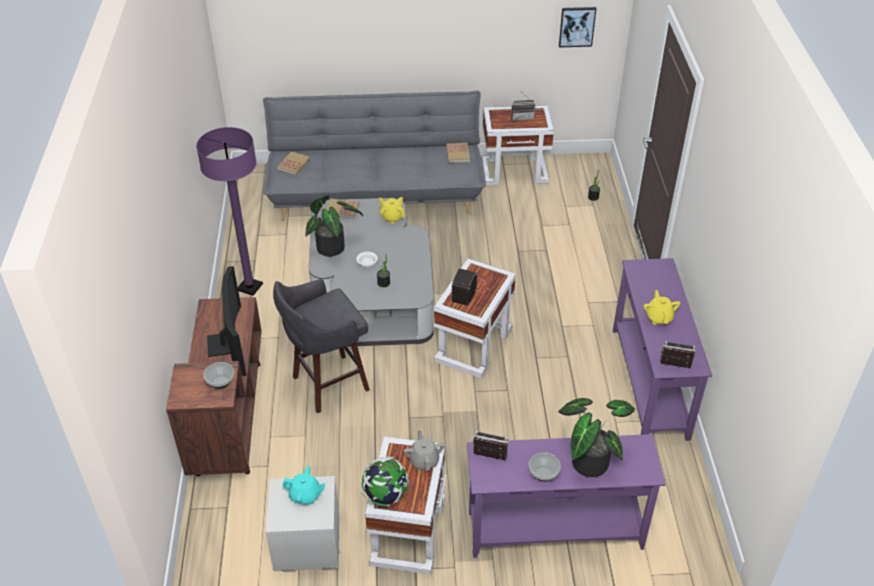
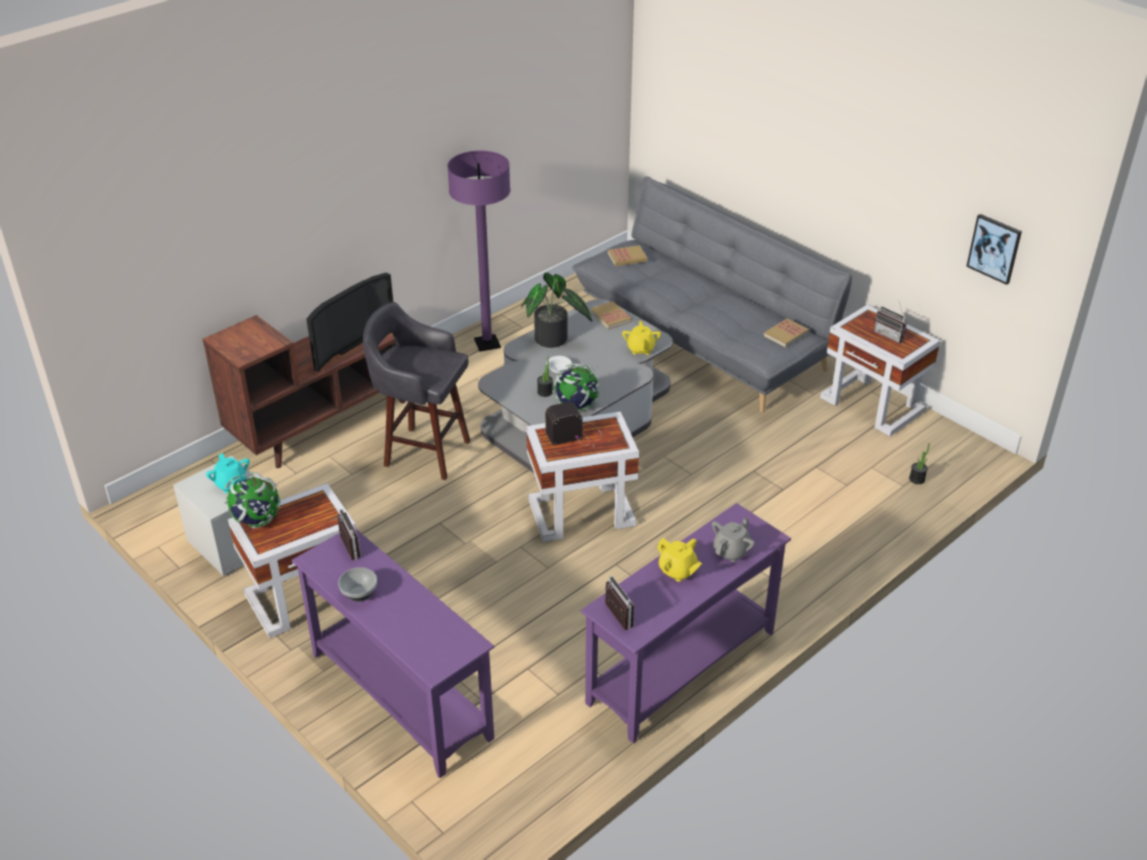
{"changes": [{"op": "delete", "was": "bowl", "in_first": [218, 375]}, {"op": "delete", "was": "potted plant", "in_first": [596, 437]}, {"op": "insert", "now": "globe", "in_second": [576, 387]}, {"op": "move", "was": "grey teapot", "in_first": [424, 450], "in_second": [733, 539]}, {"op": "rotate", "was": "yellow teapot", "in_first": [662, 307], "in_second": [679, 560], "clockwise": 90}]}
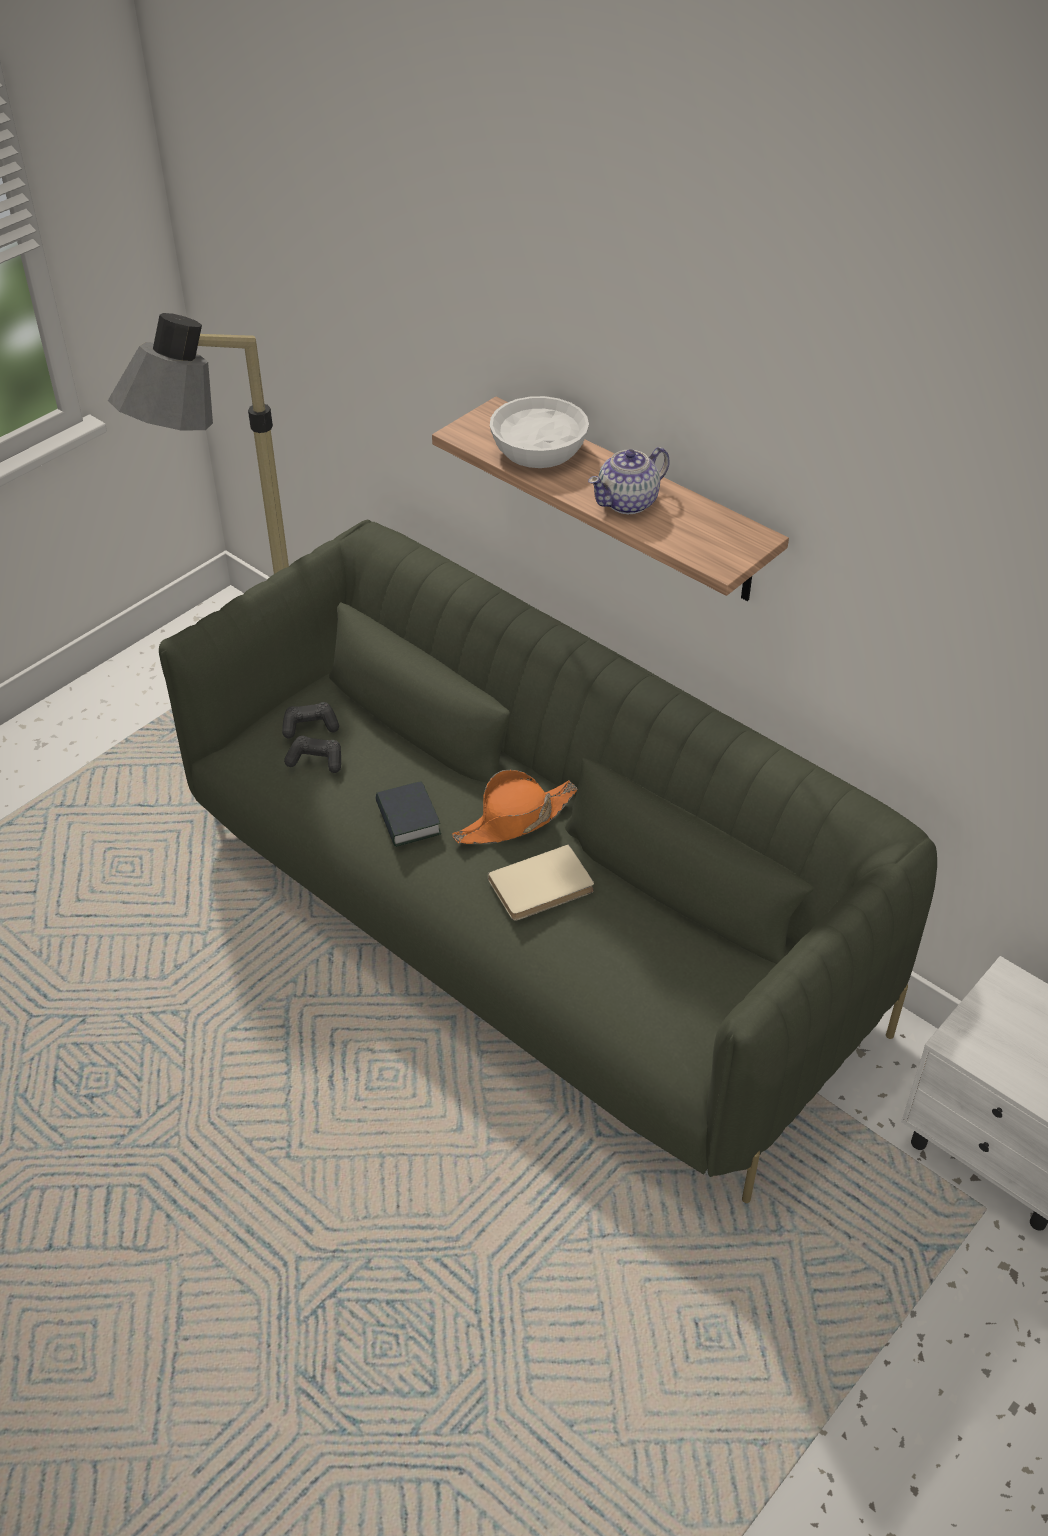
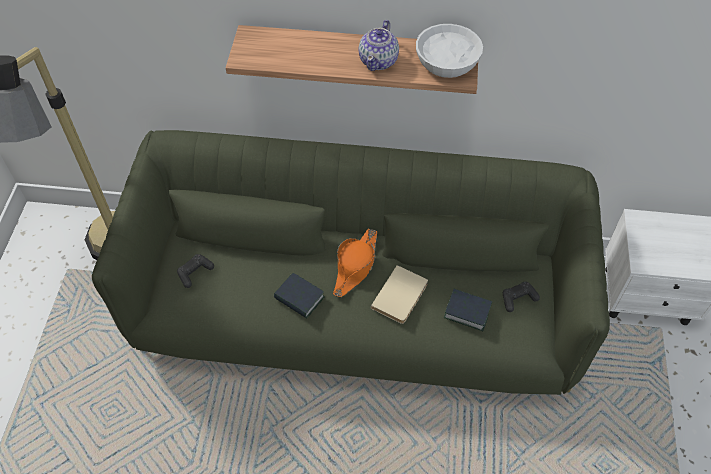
{"changes": [{"op": "insert", "now": "book", "in_second": [468, 310]}, {"op": "move", "was": "black game controller", "in_first": [312, 754], "in_second": [521, 296]}, {"op": "move", "was": "white bowl", "in_first": [539, 432], "in_second": [449, 51]}]}
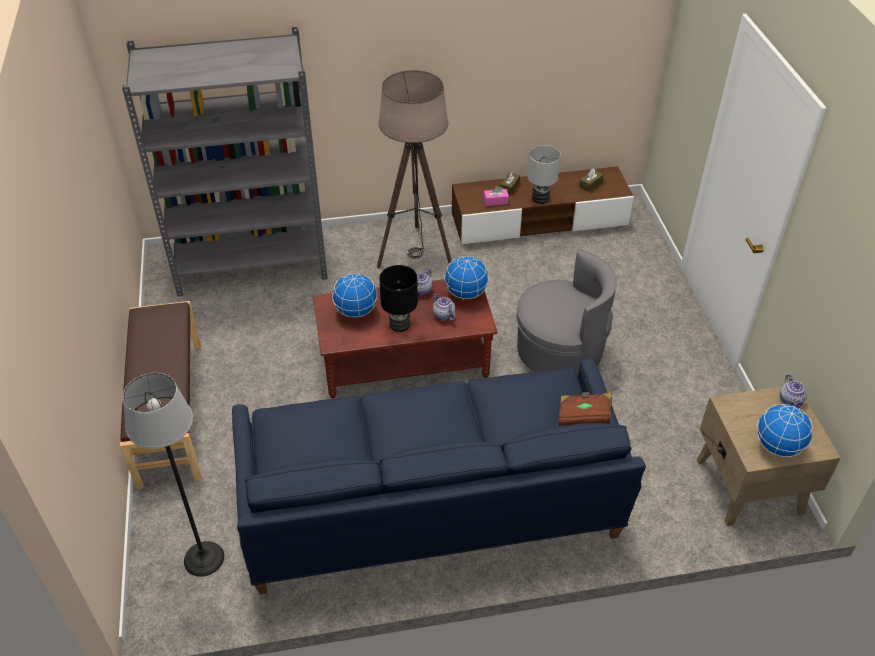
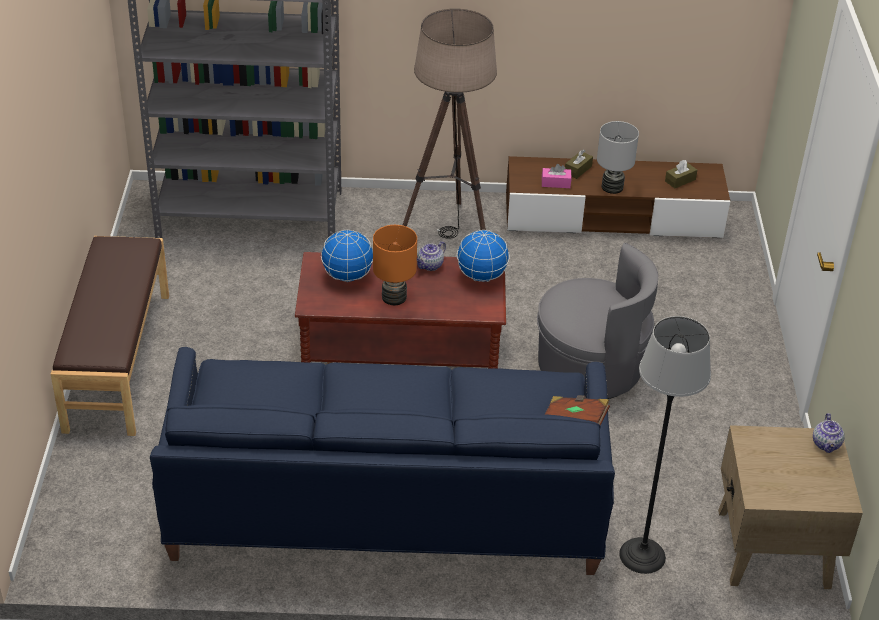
{"changes": [{"op": "delete", "was": "teapot", "in_first": [444, 307]}, {"op": "delete", "was": "globe", "in_first": [784, 430]}, {"op": "move", "was": "floor lamp", "in_first": [173, 475], "in_second": [665, 445]}, {"op": "recolor", "was": "black table lamp", "now": "orange table lamp", "in_first": [398, 298], "in_second": [395, 265]}]}
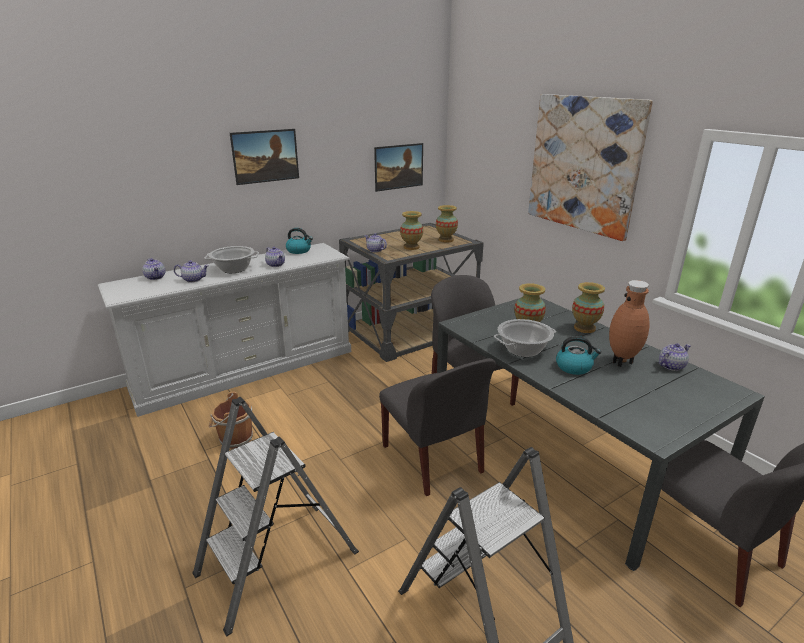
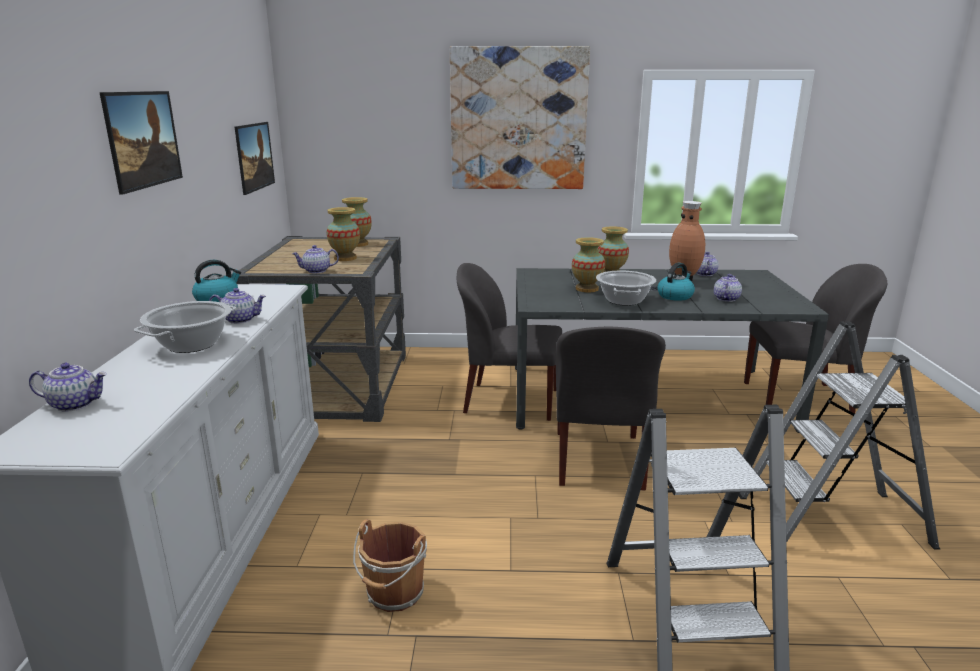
{"changes": [{"op": "move", "was": "teapot", "in_first": [191, 272], "in_second": [728, 288]}, {"op": "rotate", "was": "grey chair", "in_first": [437, 427], "in_second": [611, 408], "clockwise": 90}]}
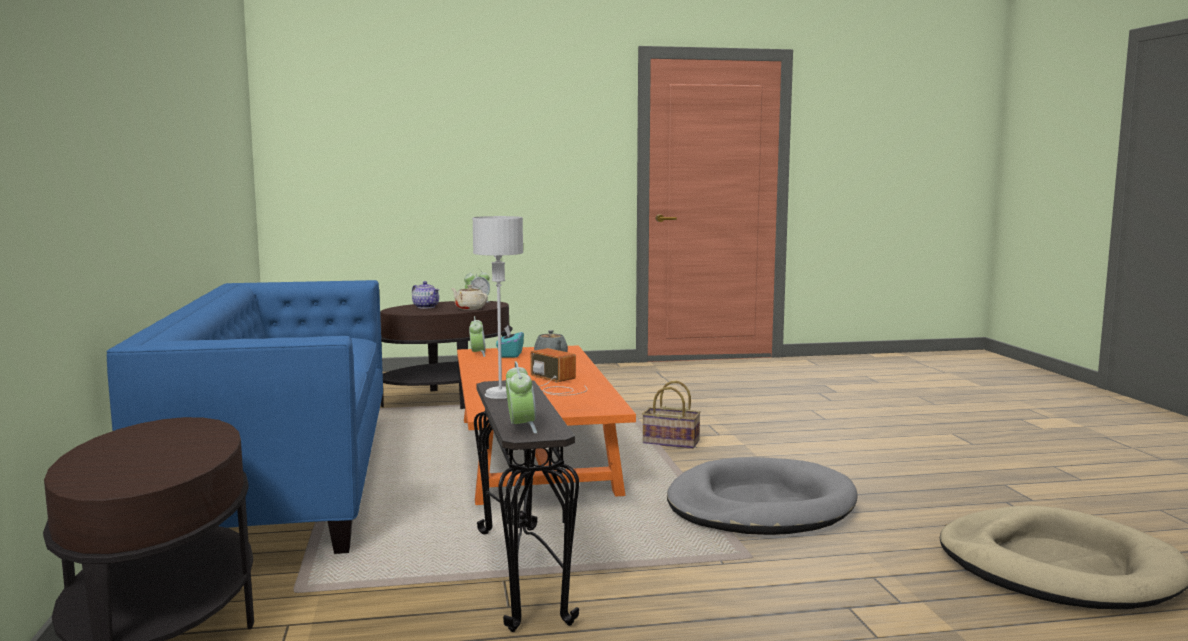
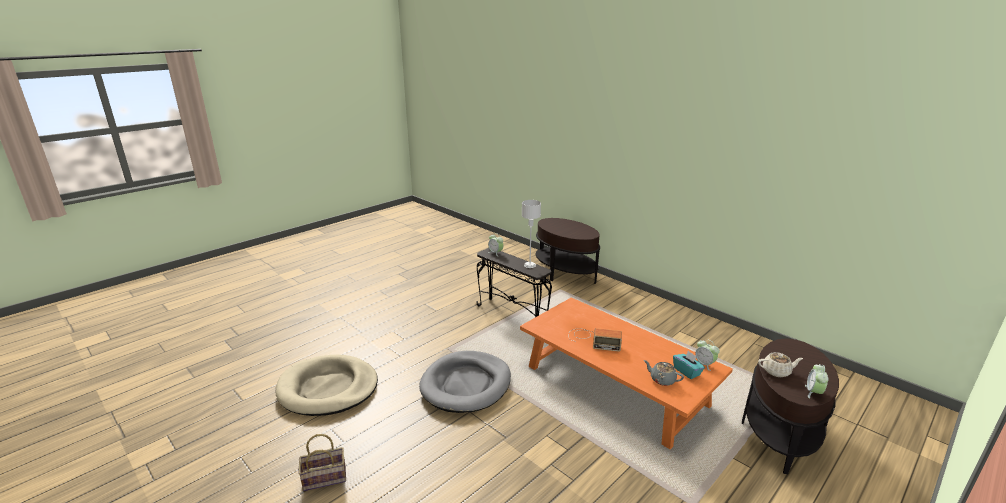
{"changes": [{"op": "delete", "was": "blue sofa", "in_first": [244, 417]}, {"op": "delete", "was": "teapot", "in_first": [425, 295]}, {"op": "move", "was": "basket", "in_first": [671, 415], "in_second": [322, 462]}]}
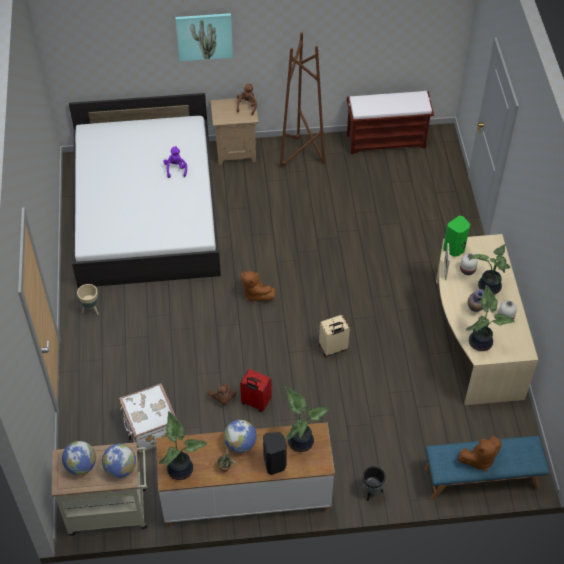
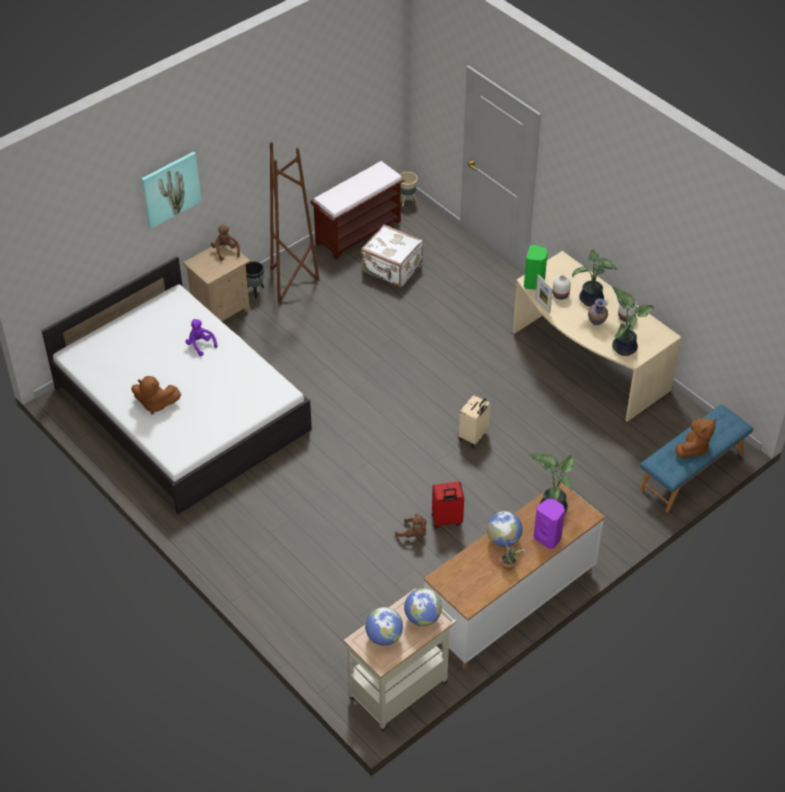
{"changes": [{"op": "delete", "was": "potted plant", "in_first": [183, 445]}, {"op": "move", "was": "beige planter", "in_first": [88, 299], "in_second": [409, 189]}, {"op": "move", "was": "white suitcase", "in_first": [148, 418], "in_second": [392, 255]}, {"op": "move", "was": "brown plush toy", "in_first": [258, 286], "in_second": [156, 395]}, {"op": "move", "was": "black planter", "in_first": [374, 483], "in_second": [255, 279]}, {"op": "recolor", "was": "black speaker", "now": "purple speaker", "in_first": [275, 453], "in_second": [549, 524]}]}
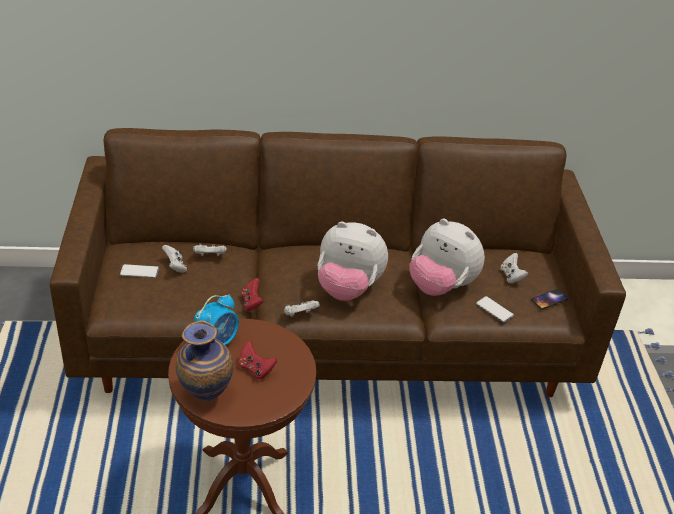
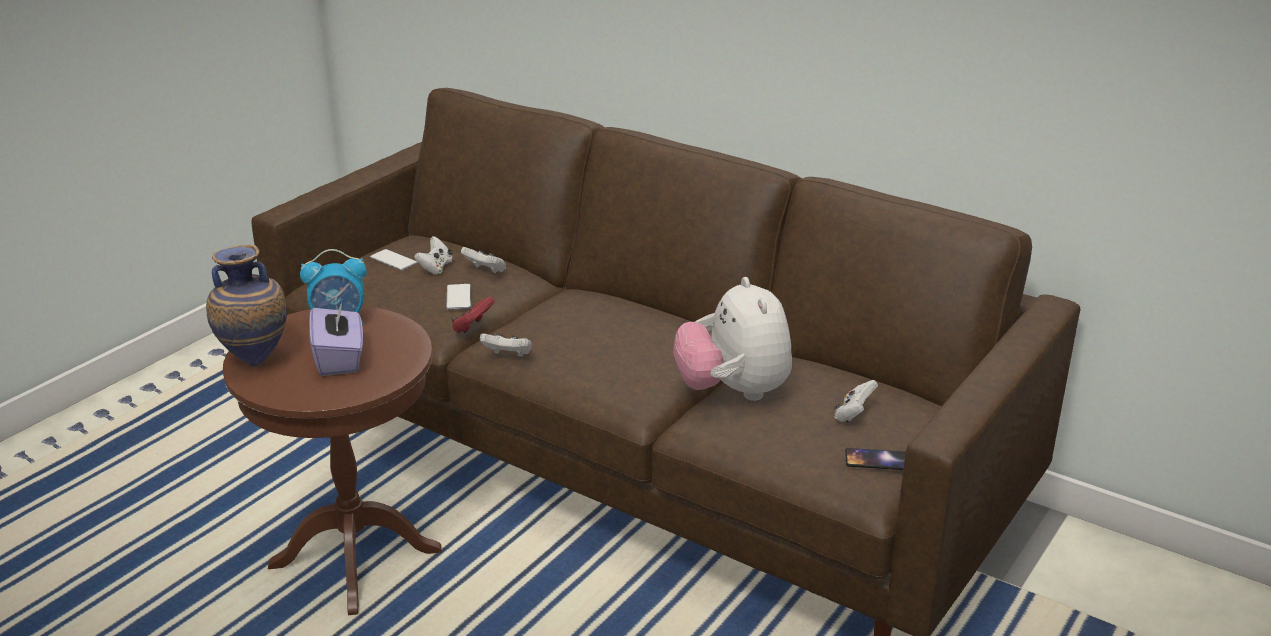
{"changes": [{"op": "delete", "was": "plush toy", "in_first": [353, 261]}, {"op": "move", "was": "phone", "in_first": [495, 309], "in_second": [459, 297]}, {"op": "replace", "was": "red game controller", "now": "purple tissue box", "in_first": [257, 360], "in_second": [336, 337]}]}
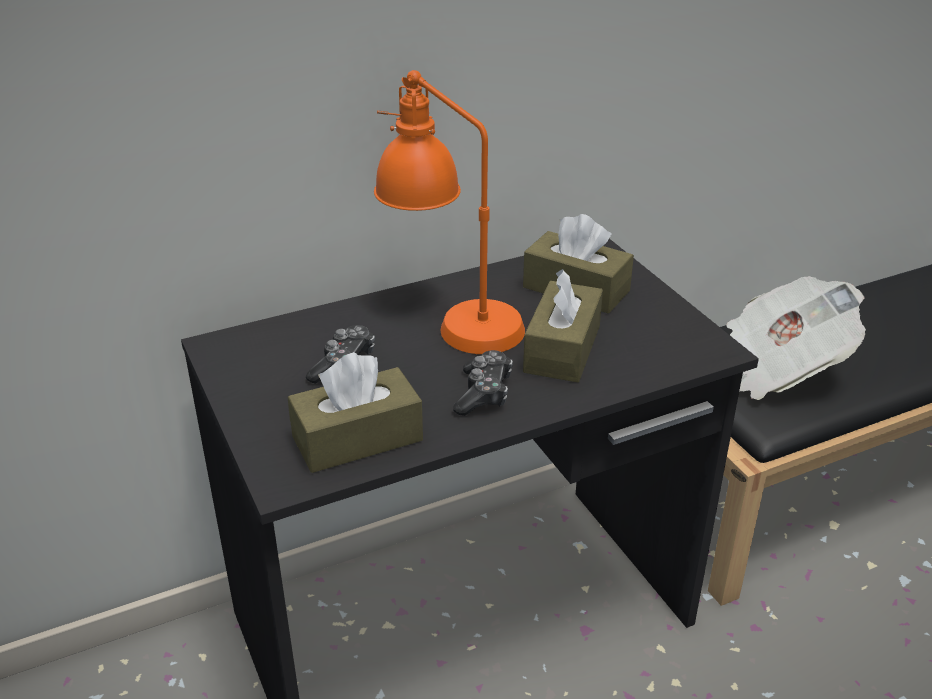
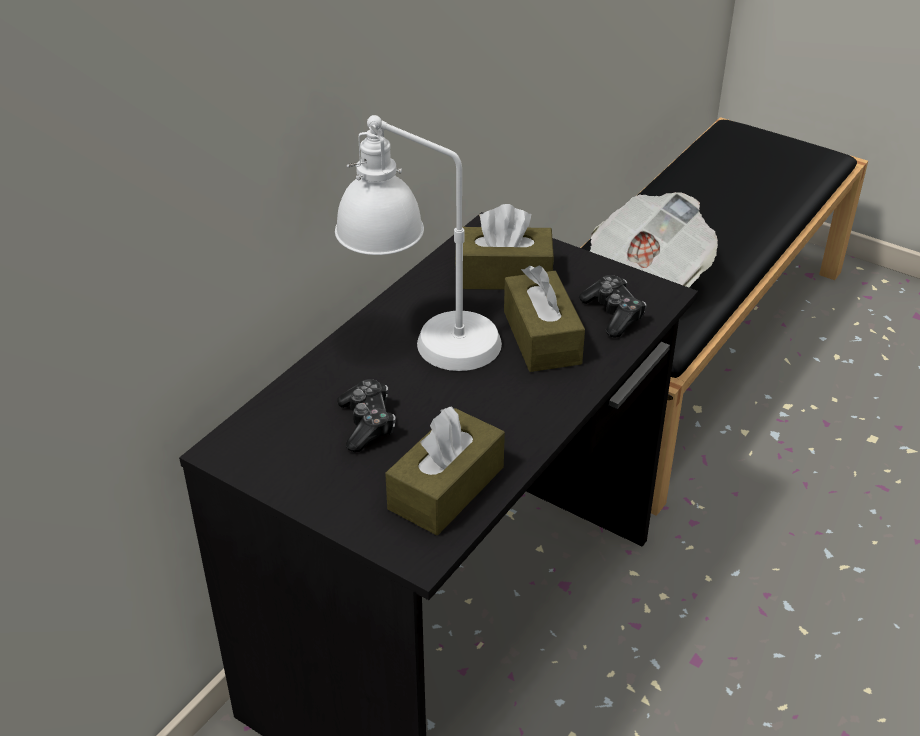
{"changes": [{"op": "move", "was": "game controller", "in_first": [483, 383], "in_second": [613, 306]}, {"op": "recolor", "was": "orange table lamp", "now": "white table lamp", "in_first": [449, 212], "in_second": [418, 243]}]}
